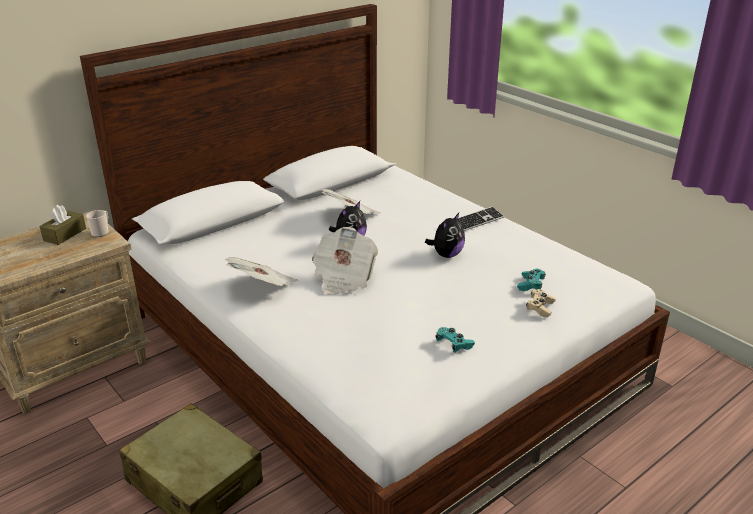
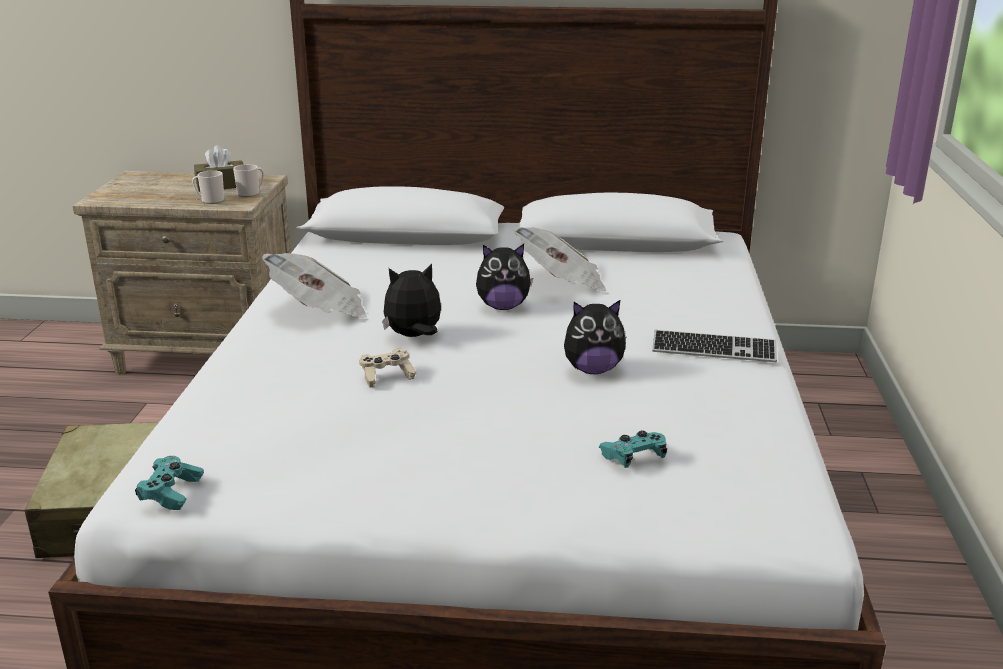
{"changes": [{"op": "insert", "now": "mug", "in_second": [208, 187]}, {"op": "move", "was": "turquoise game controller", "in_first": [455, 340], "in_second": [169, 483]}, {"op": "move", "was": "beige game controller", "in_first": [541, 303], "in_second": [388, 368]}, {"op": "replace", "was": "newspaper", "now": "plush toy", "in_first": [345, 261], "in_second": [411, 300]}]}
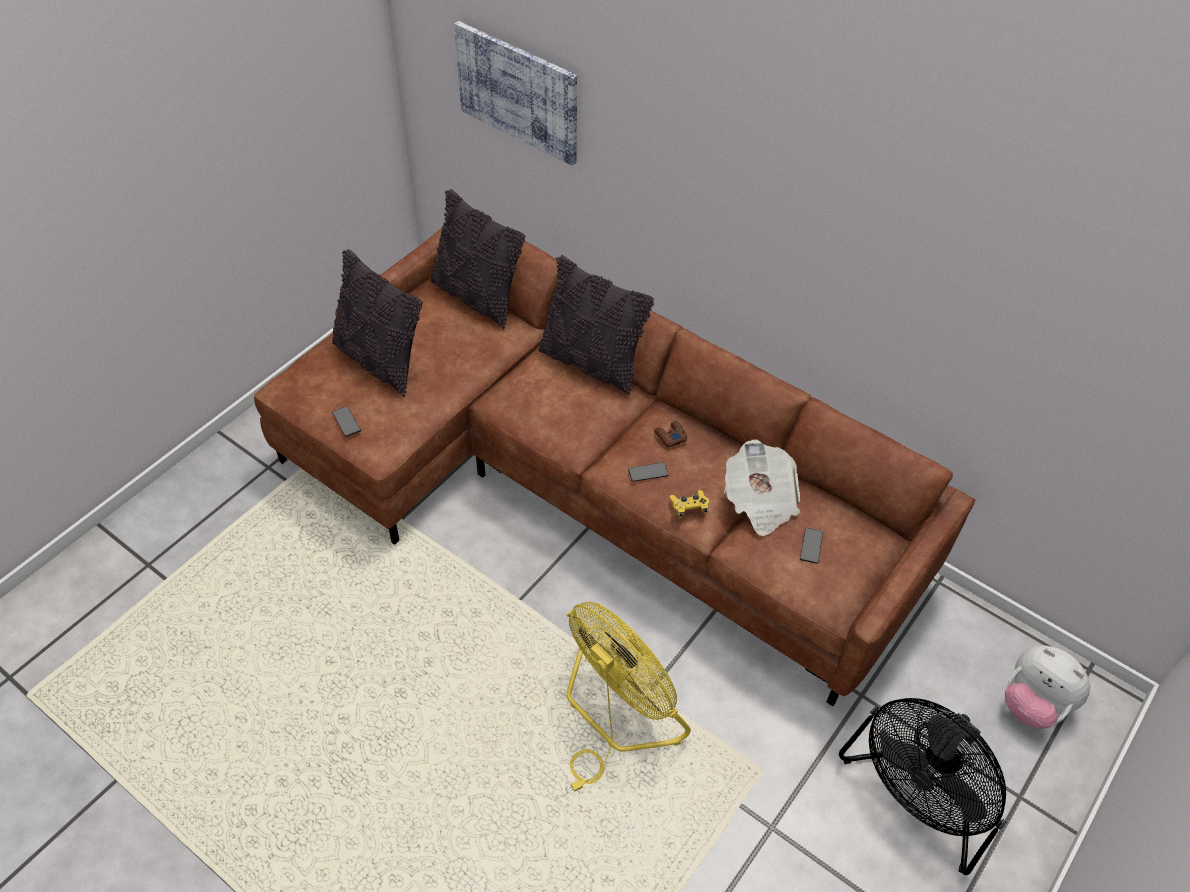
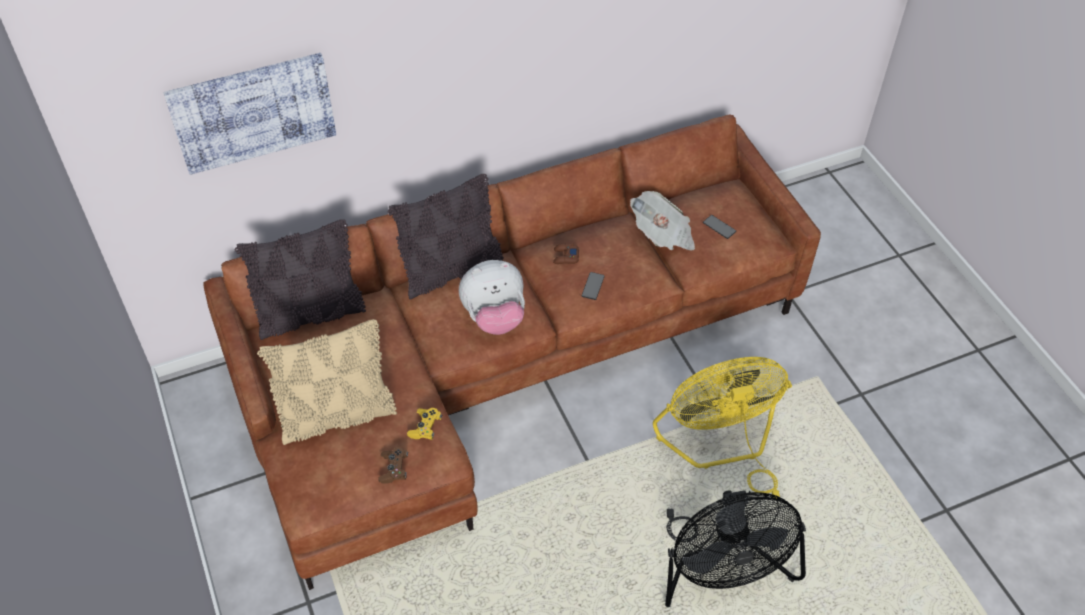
{"changes": [{"op": "move", "was": "yellow game controller", "in_first": [689, 504], "in_second": [424, 424]}, {"op": "move", "was": "black fan", "in_first": [923, 786], "in_second": [735, 548]}, {"op": "move", "was": "plush toy", "in_first": [1047, 687], "in_second": [492, 297]}, {"op": "replace", "was": "phone", "now": "brown game controller", "in_first": [346, 421], "in_second": [393, 465]}, {"op": "recolor", "was": "black pillow", "now": "beige pillow", "in_first": [377, 323], "in_second": [327, 382]}]}
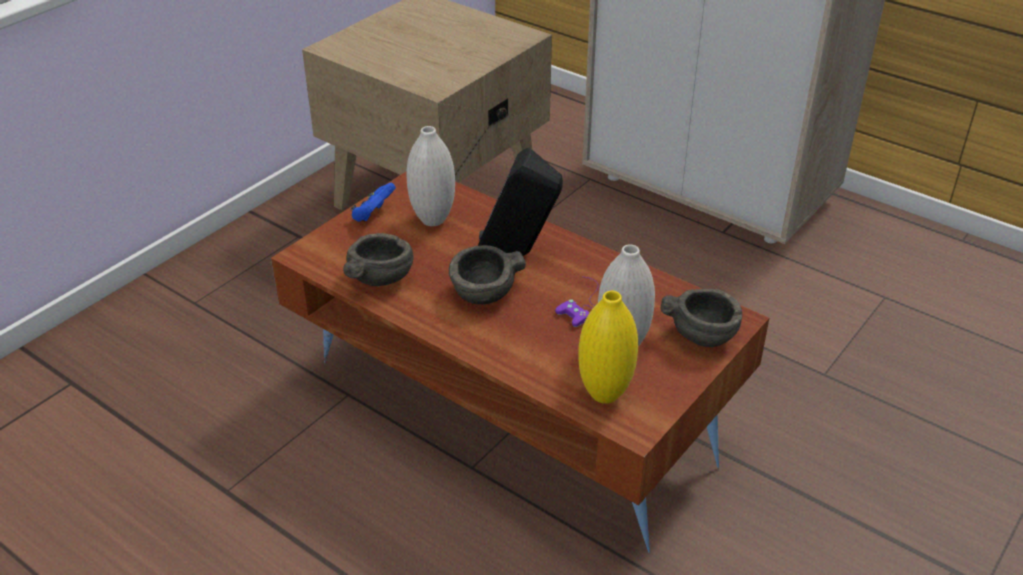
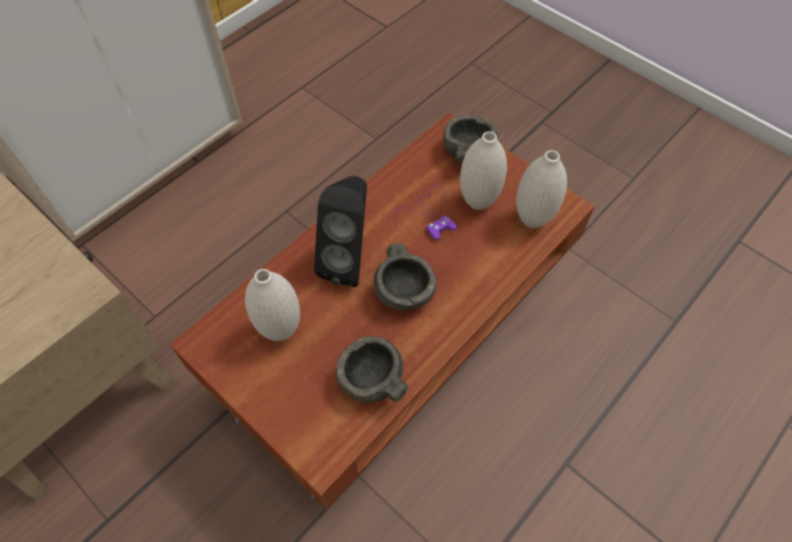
{"changes": [{"op": "delete", "was": "blue game controller", "in_first": [373, 202]}, {"op": "recolor", "was": "yellow vase", "now": "white vase", "in_first": [608, 347], "in_second": [541, 189]}]}
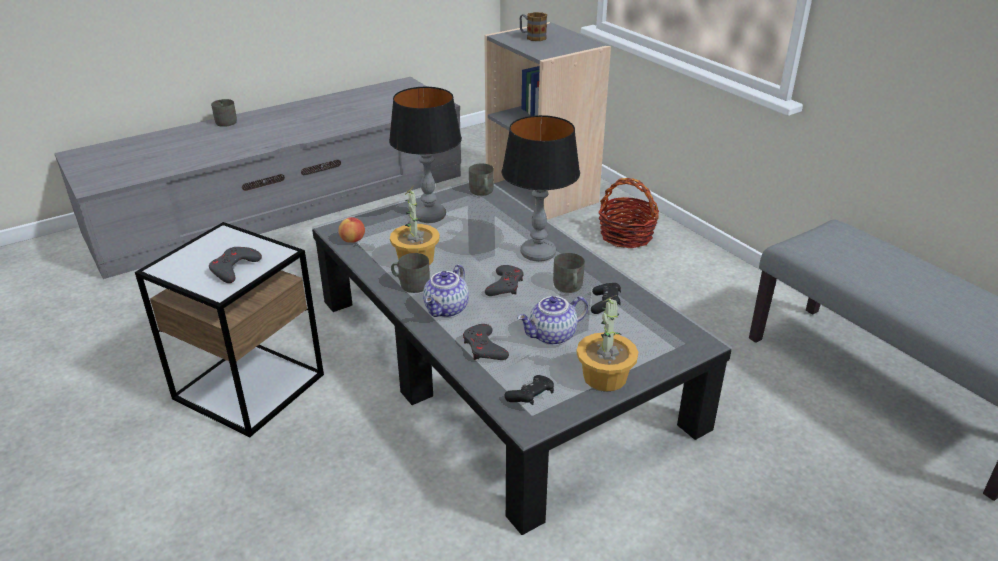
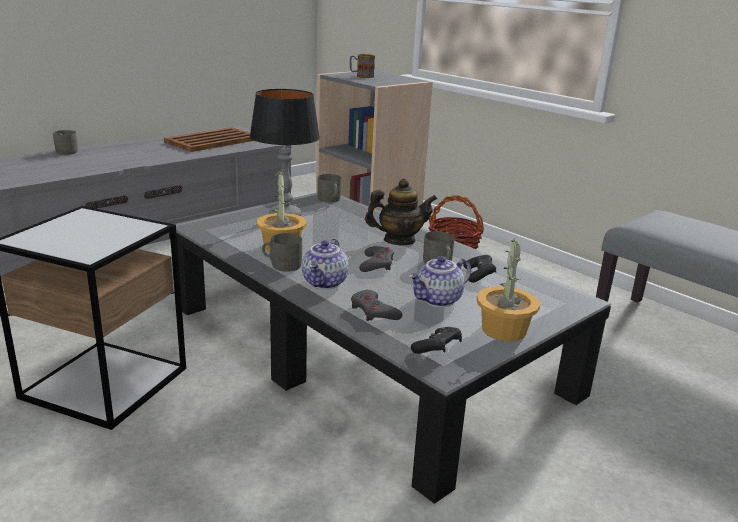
{"changes": [{"op": "delete", "was": "grey game controller", "in_first": [235, 265]}, {"op": "delete", "was": "apple", "in_first": [352, 230]}, {"op": "insert", "now": "brown tray", "in_second": [209, 139]}, {"op": "replace", "was": "table lamp", "now": "teapot", "in_first": [541, 188], "in_second": [401, 211]}]}
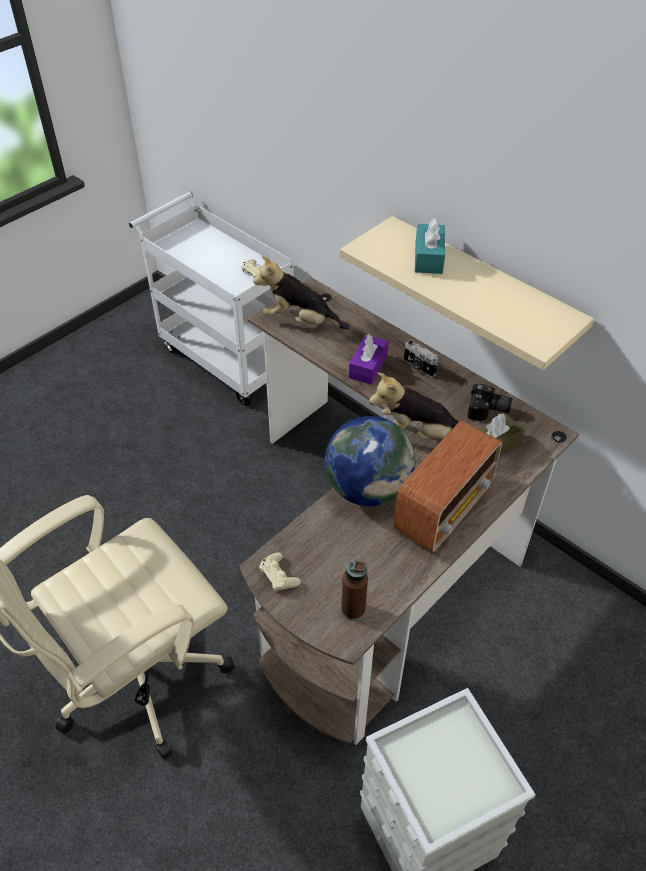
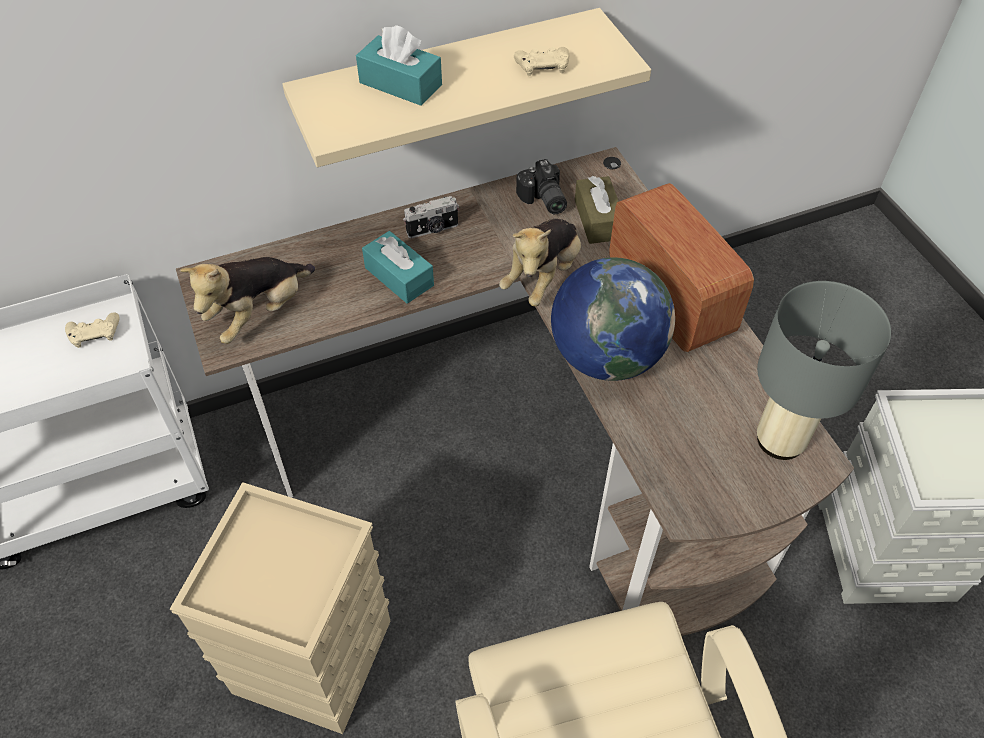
{"changes": [{"op": "insert", "now": "beige storage box", "in_second": [280, 608]}, {"op": "move", "was": "beige game controller", "in_first": [280, 572], "in_second": [541, 61]}, {"op": "replace", "was": "brown bottle", "now": "grey table lamp", "in_first": [354, 590], "in_second": [824, 370]}, {"op": "recolor", "was": "purple tissue box", "now": "turquoise tissue box", "in_first": [369, 359], "in_second": [398, 267]}, {"op": "rotate", "was": "photo camera", "in_first": [490, 402], "in_second": [541, 186], "clockwise": 120}]}
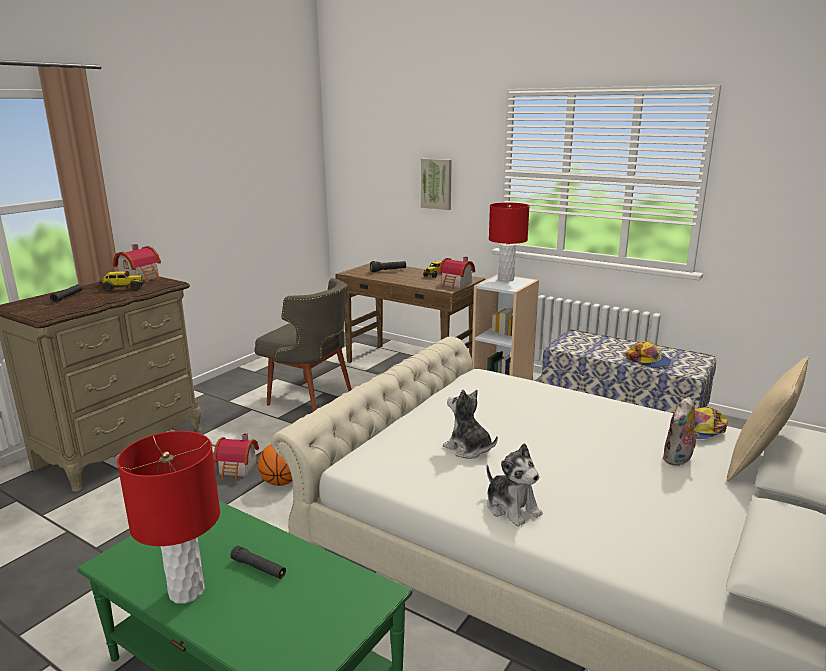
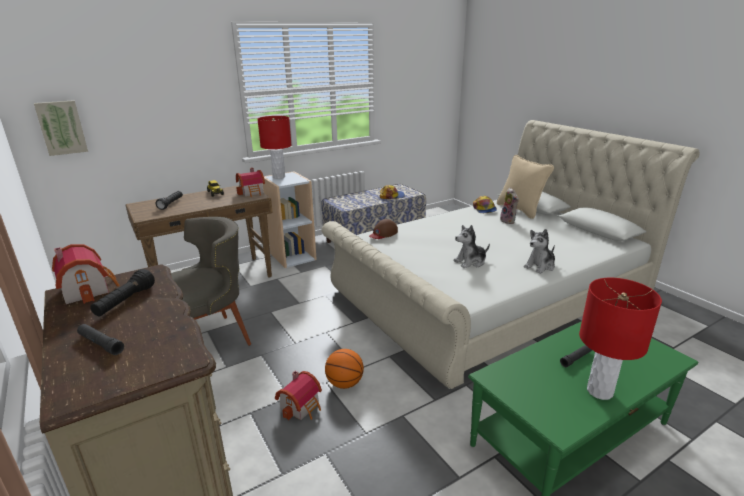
{"changes": [{"op": "insert", "now": "brown cap", "in_second": [383, 229]}, {"op": "move", "was": "picture", "in_first": [436, 184], "in_second": [61, 128]}, {"op": "replace", "was": "toy truck", "now": "black flashlight", "in_first": [122, 281], "in_second": [122, 292]}, {"op": "rotate", "was": "plush toy", "in_first": [515, 485], "in_second": [539, 251], "clockwise": 150}]}
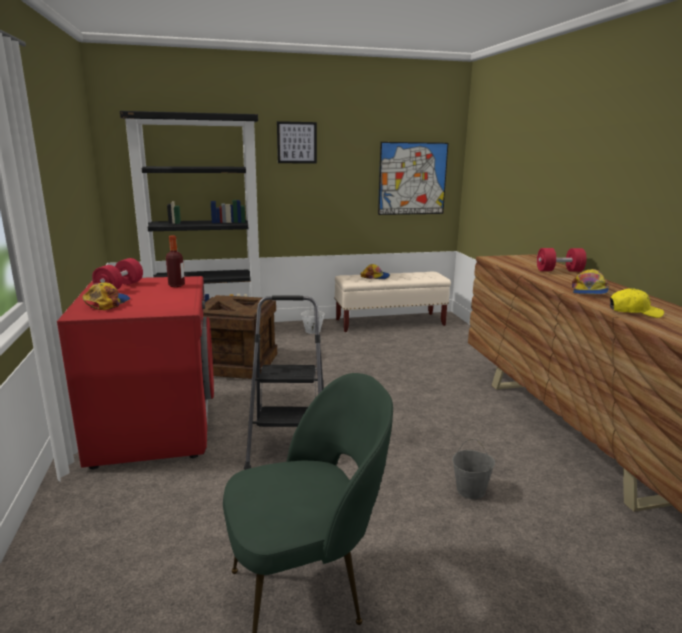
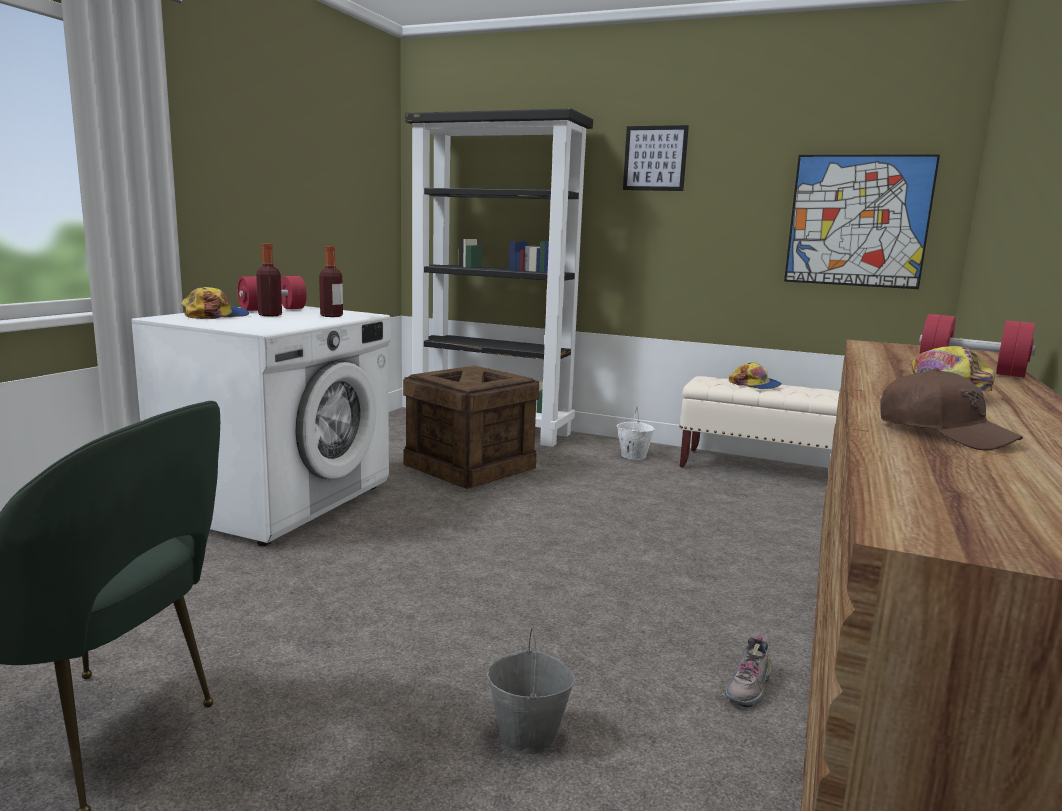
{"changes": [{"op": "delete", "was": "black step ladder", "in_first": [284, 382]}, {"op": "insert", "now": "bottle", "in_second": [269, 280]}, {"op": "insert", "now": "shoe", "in_second": [748, 671]}, {"op": "recolor", "was": "red washing machine", "now": "white washing machine", "in_first": [135, 373], "in_second": [261, 425]}, {"op": "recolor", "was": "yellow cap", "now": "brown cap", "in_first": [637, 303], "in_second": [952, 409]}]}
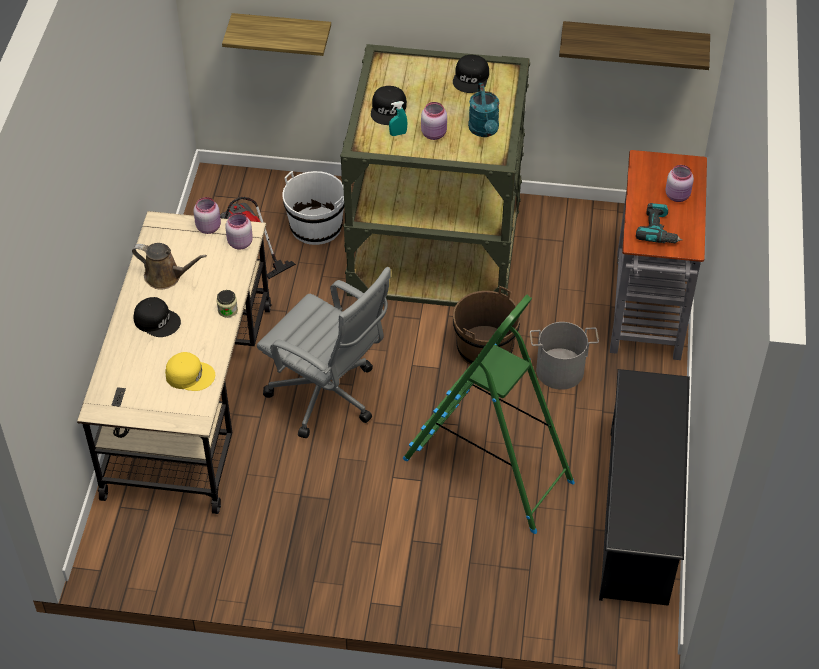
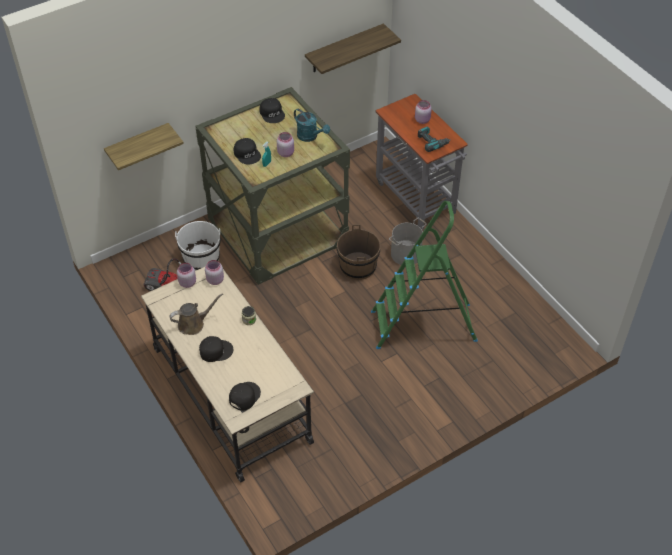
{"changes": [{"op": "delete", "was": "yellow cap", "in_first": [190, 371]}, {"op": "delete", "was": "grey office chair", "in_first": [324, 352]}, {"op": "delete", "was": "black shoe rack", "in_first": [644, 487]}, {"op": "insert", "now": "black cap", "in_second": [245, 396]}]}
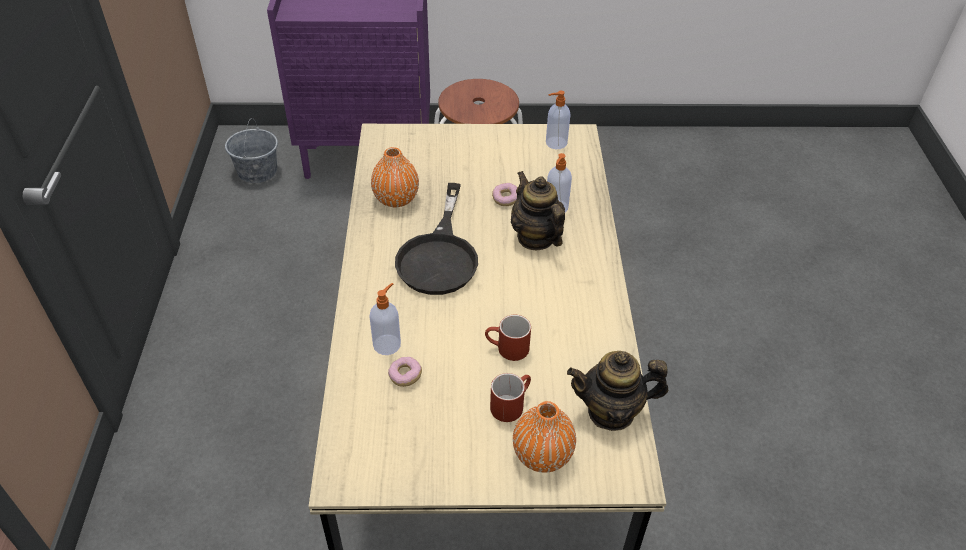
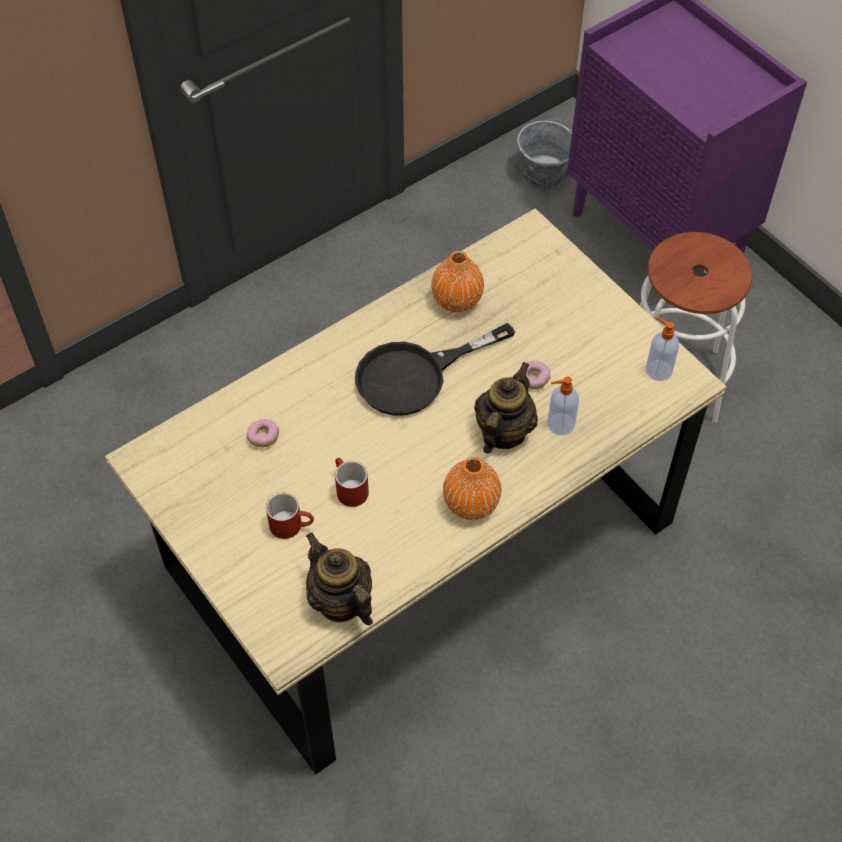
{"changes": [{"op": "delete", "was": "soap dispenser", "in_first": [385, 319]}, {"op": "move", "was": "orange vase", "in_first": [544, 437], "in_second": [472, 488]}]}
